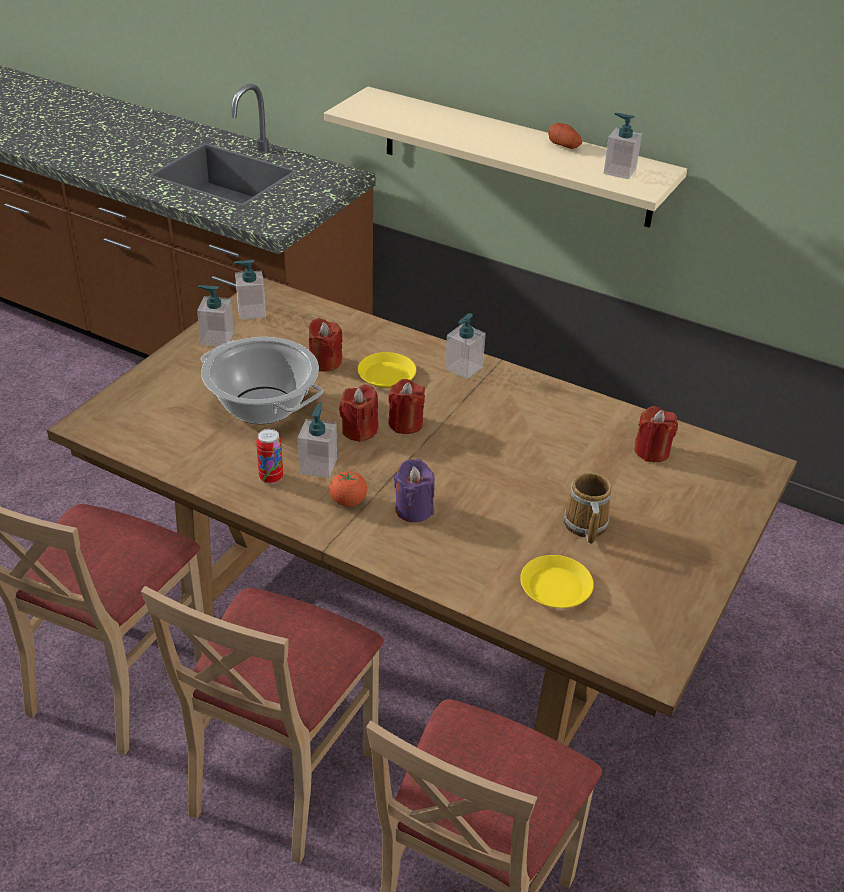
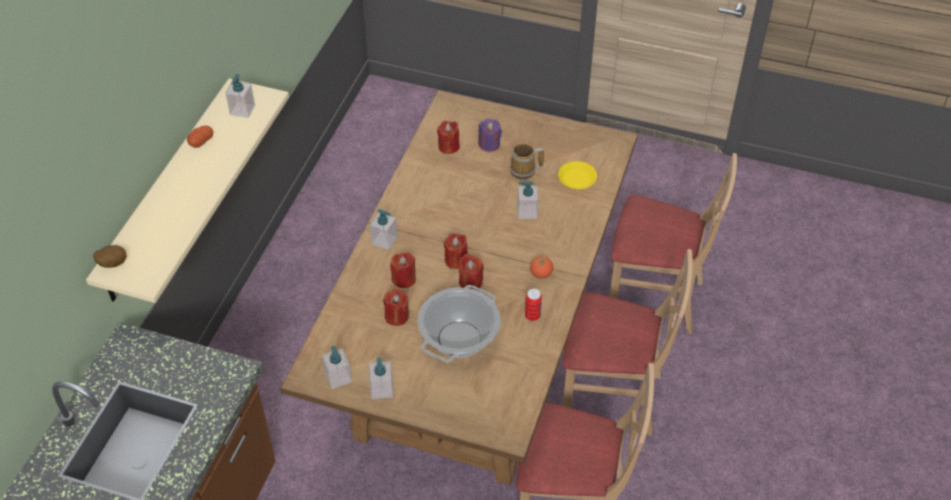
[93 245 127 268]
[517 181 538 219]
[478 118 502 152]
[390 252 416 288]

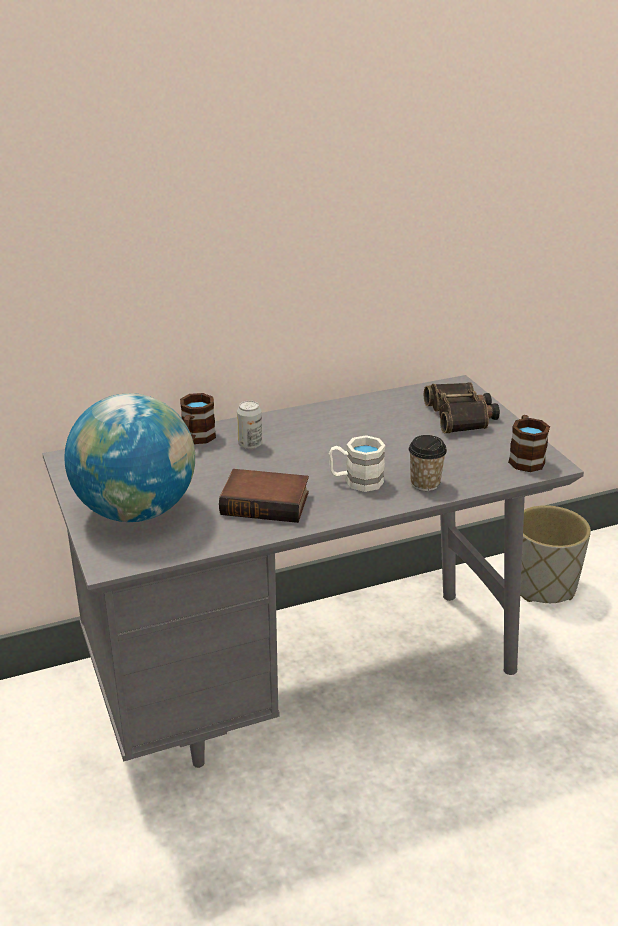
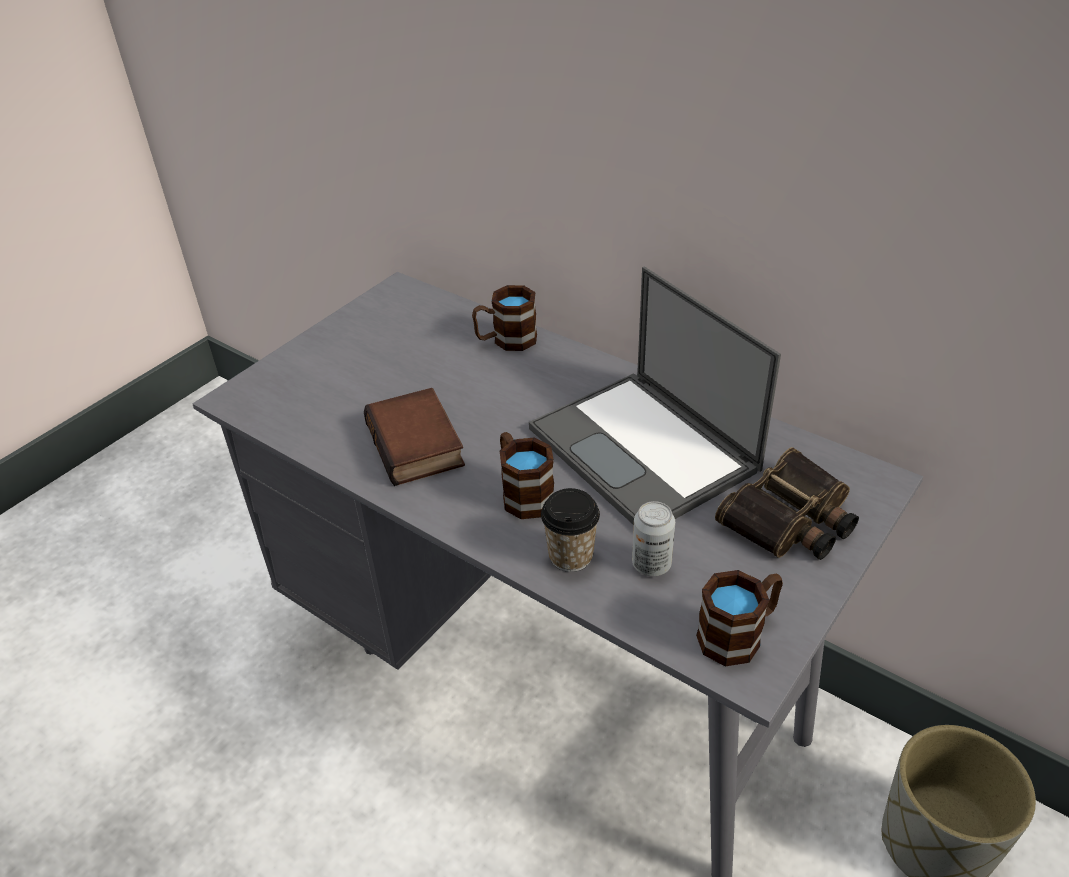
[64 393 195 522] (first image)
[529 267 781 525]
[632 501 675 576]
[500 432 554 519]

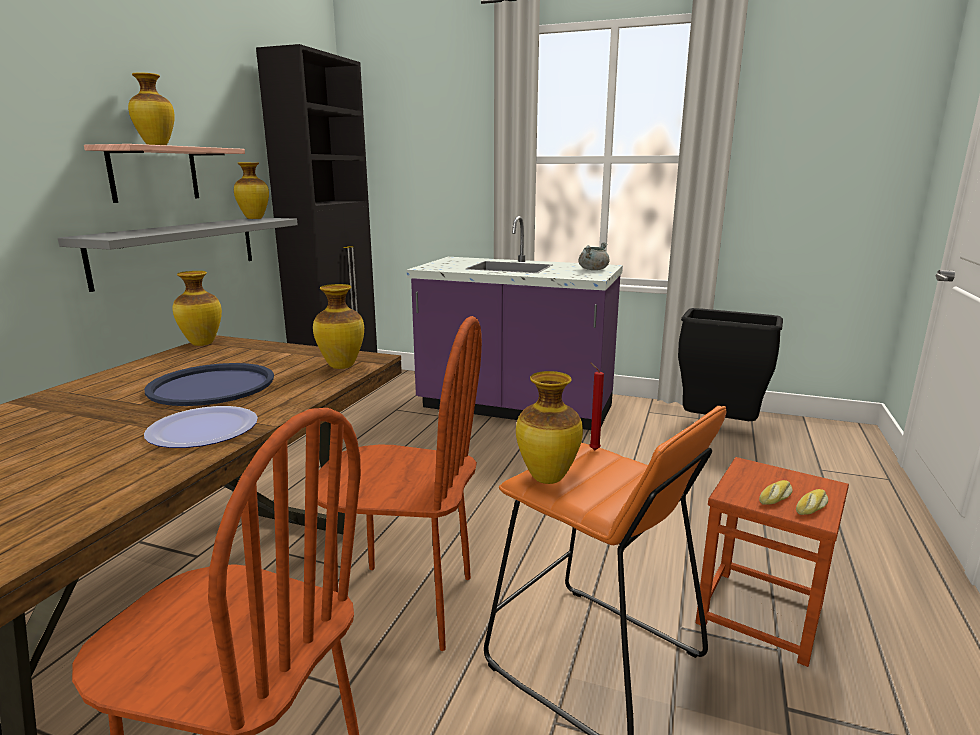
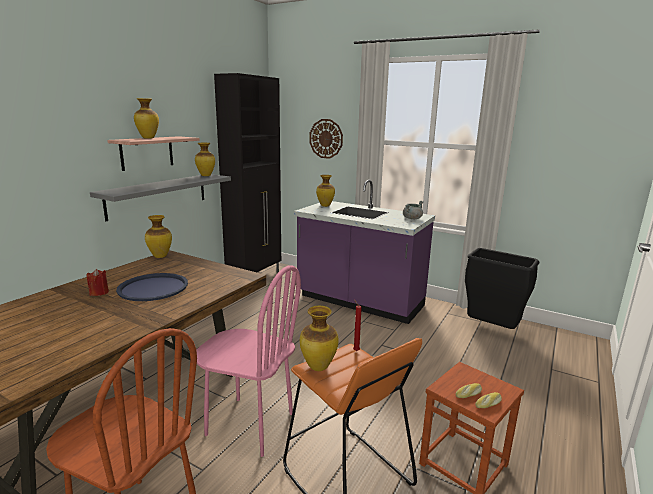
[144 406 258 448] (first image)
[87 269 109 296]
[310 119 343 159]
[316 175 335 207]
[196 265 301 457]

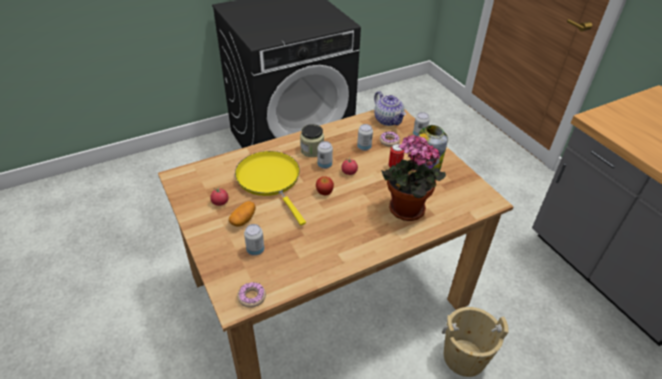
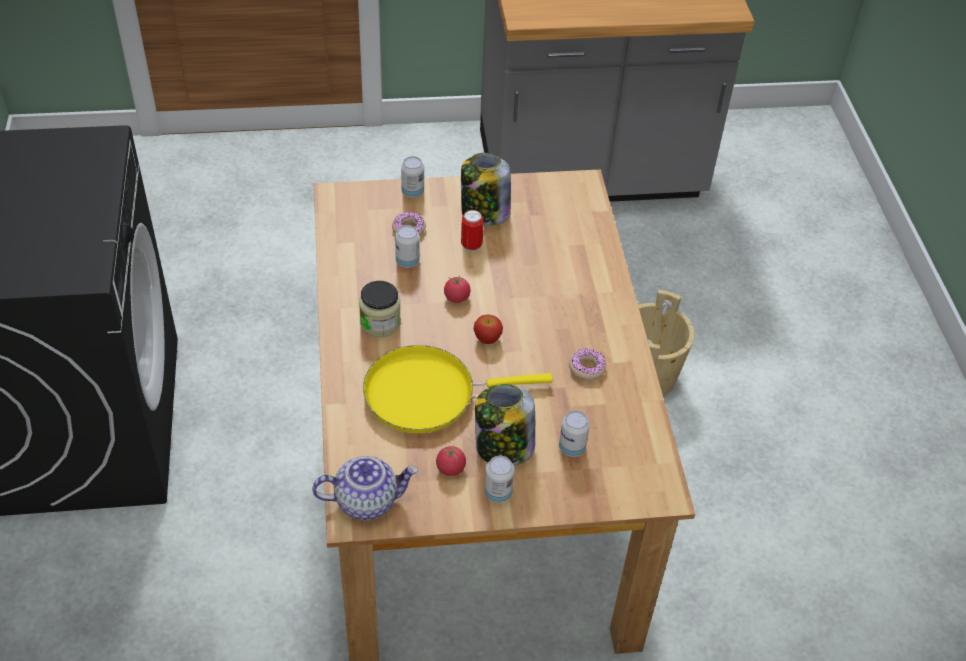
[381 135 446 221] (first image)
[569 348 606 381]
[484 456 515 503]
[312 456 418 520]
[475 384 535 466]

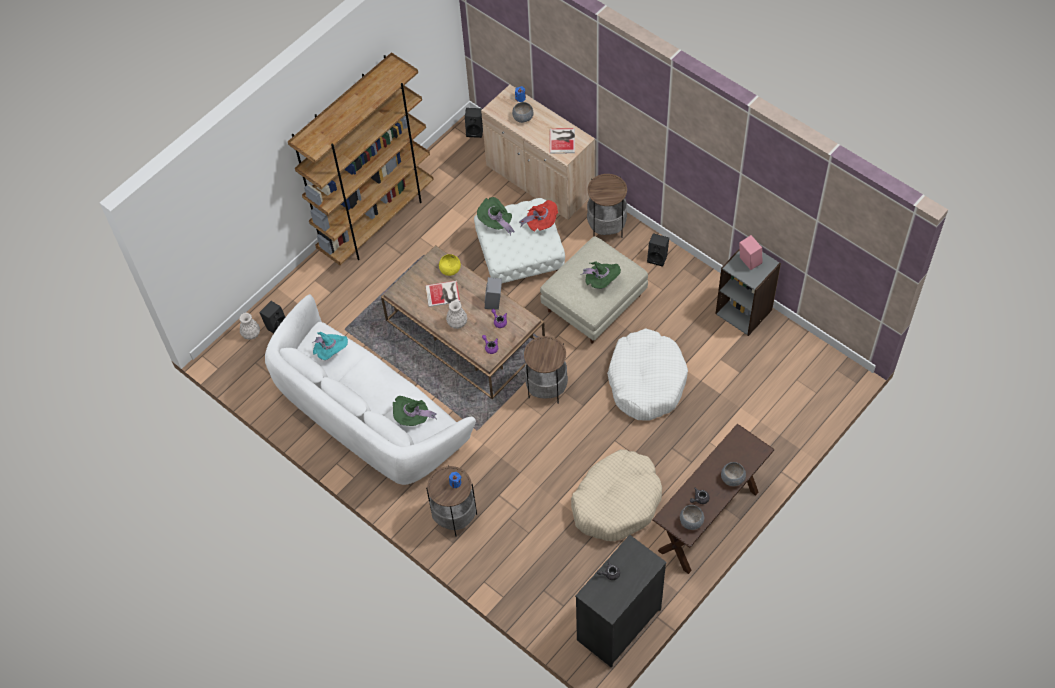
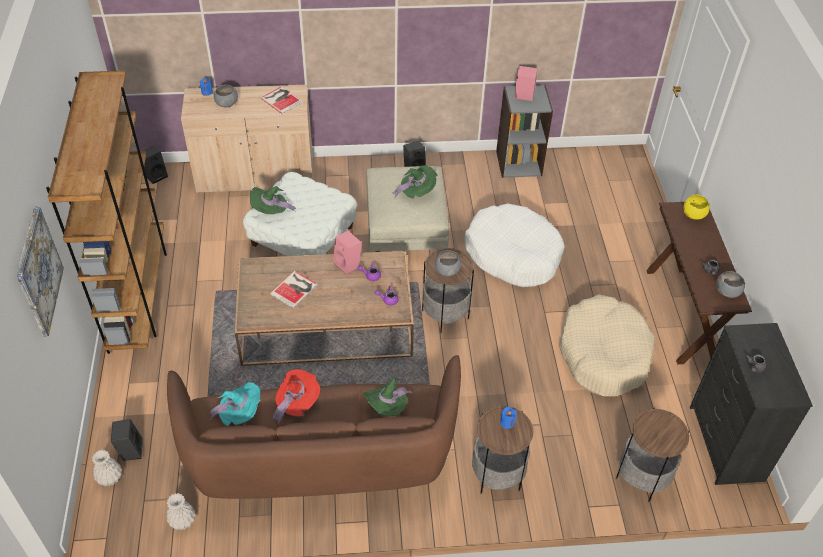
[16 206 64 337]
[683 195 709 220]
[167 493 195 530]
[272 369 320 425]
[616 408 690 502]
[435 250 461 276]
[167 355 461 499]
[333 231 362 275]

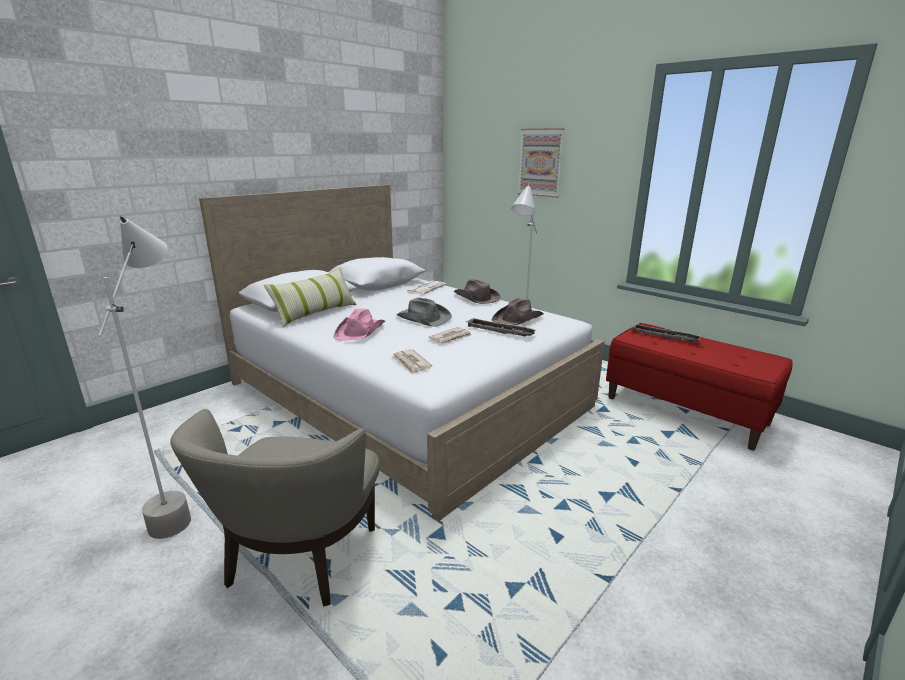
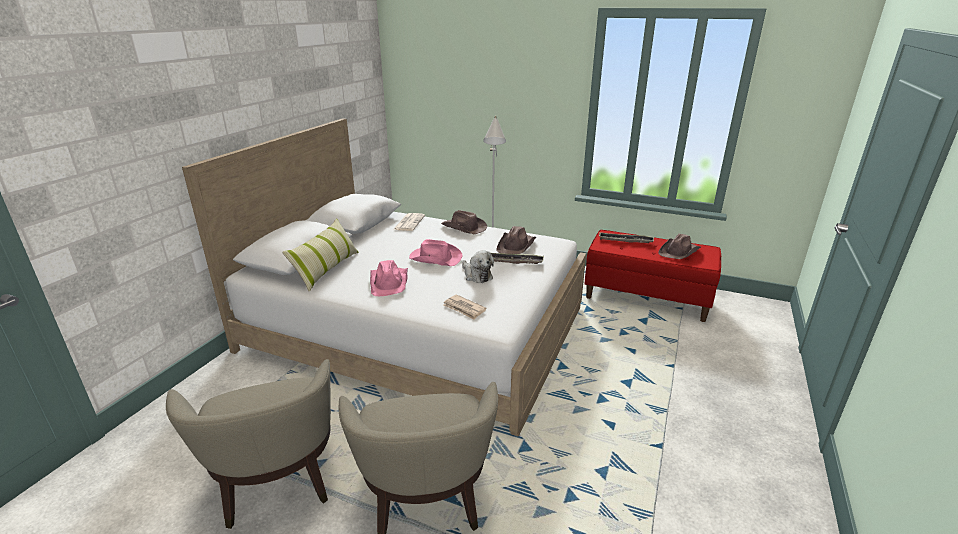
[518 128 565 198] (first image)
[658 234 701 259]
[166 359 331 529]
[462 250 494 283]
[409 239 462 266]

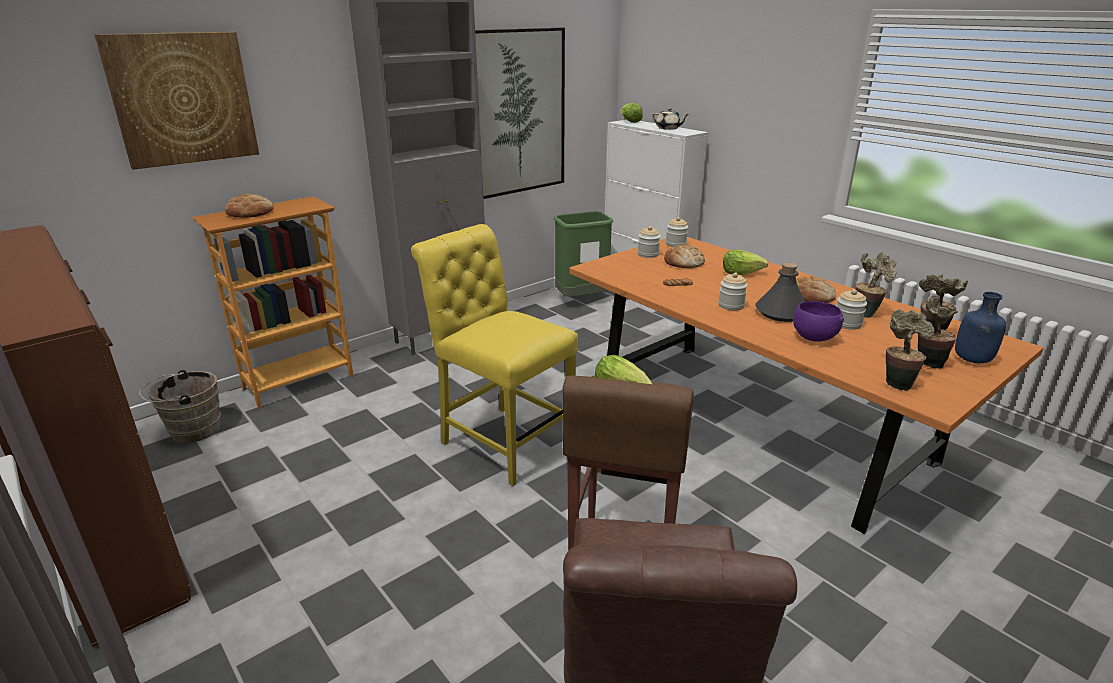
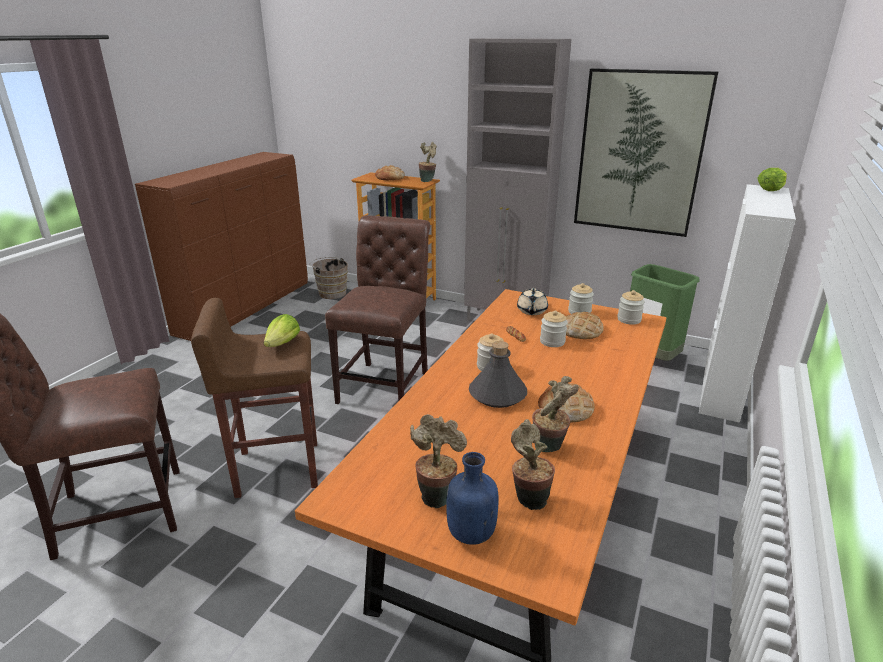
[94 32 259 170] (first image)
[723 249 768 275] (first image)
[793 301 844 342] (first image)
[517 288 548 315]
[540 311 568 347]
[419 142 437 182]
[325 215 430 404]

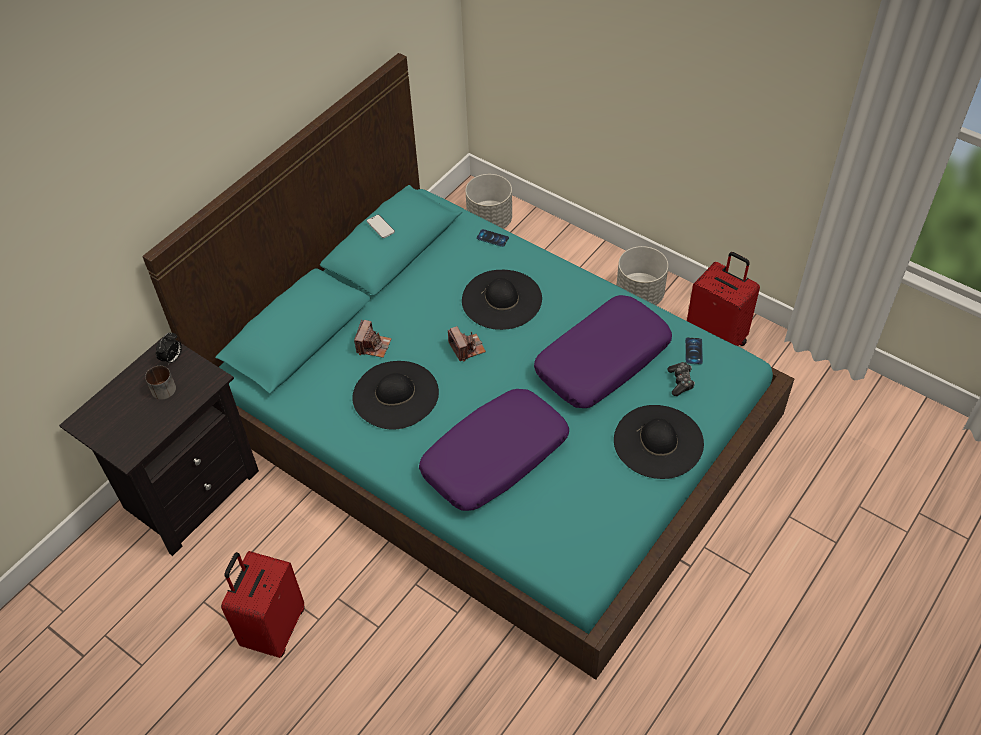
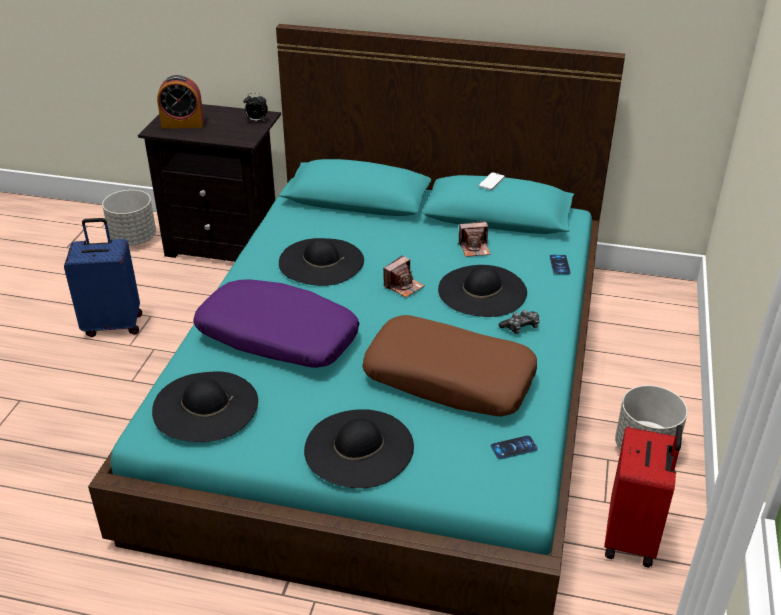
[145 366 176 400] (first image)
[152 371 258 442]
[157 75 204 129]
[458 221 491 257]
[102 190 156 246]
[499 310 539 334]
[64 218 142 337]
[362 315 537 416]

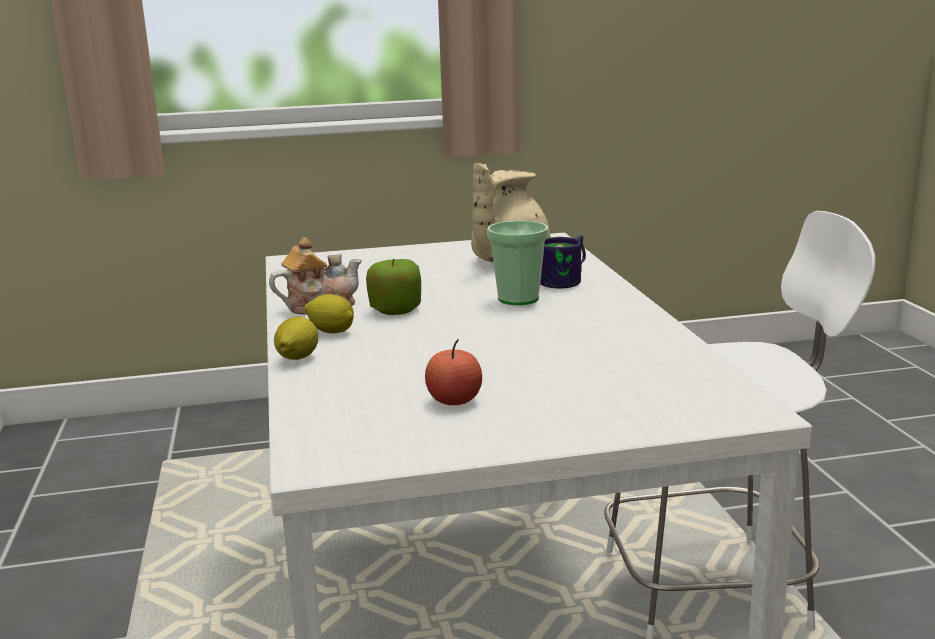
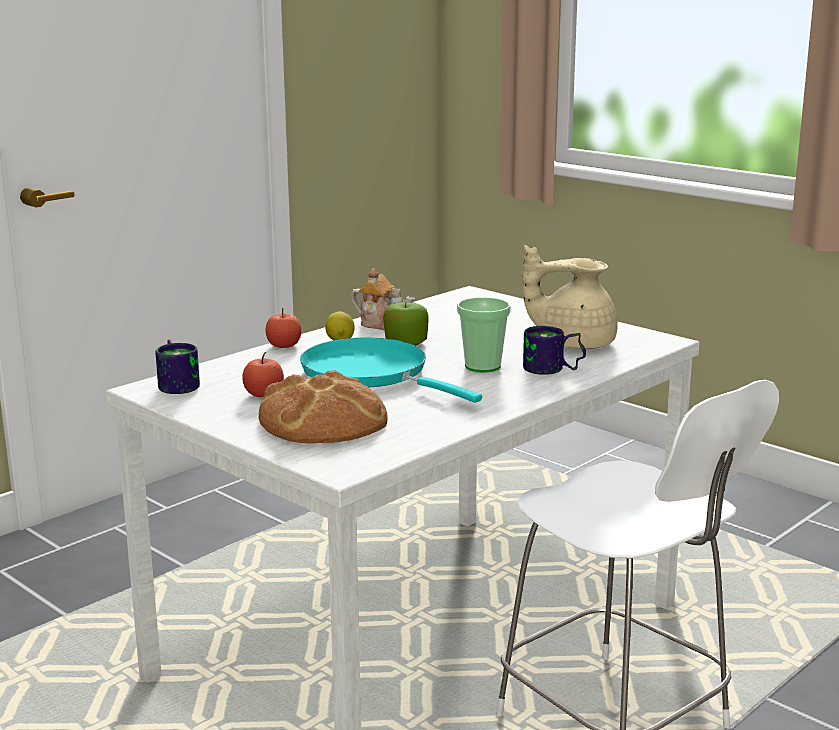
[156 339 200 394]
[259 370 387 444]
[300 338 482 403]
[266 308 301 348]

